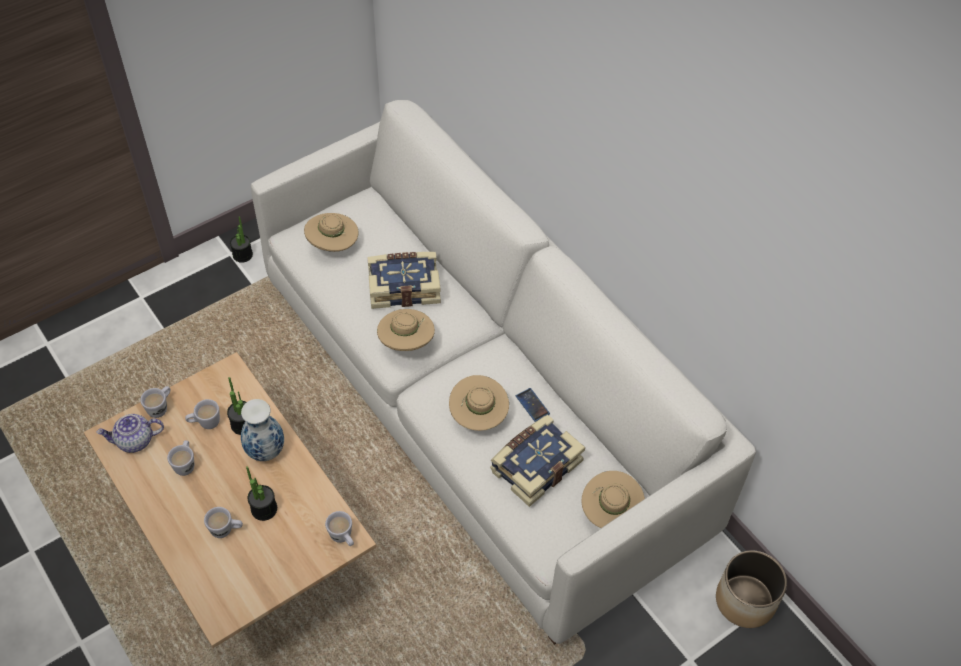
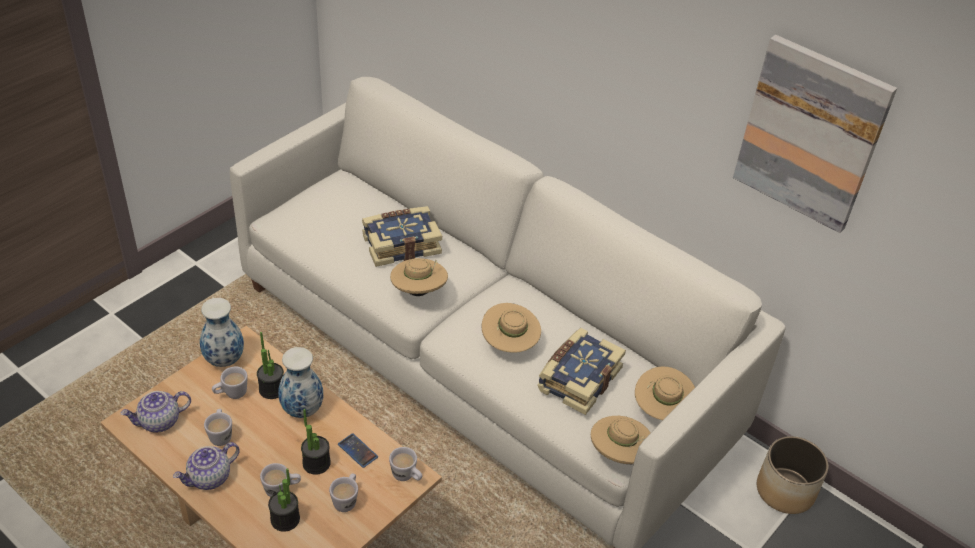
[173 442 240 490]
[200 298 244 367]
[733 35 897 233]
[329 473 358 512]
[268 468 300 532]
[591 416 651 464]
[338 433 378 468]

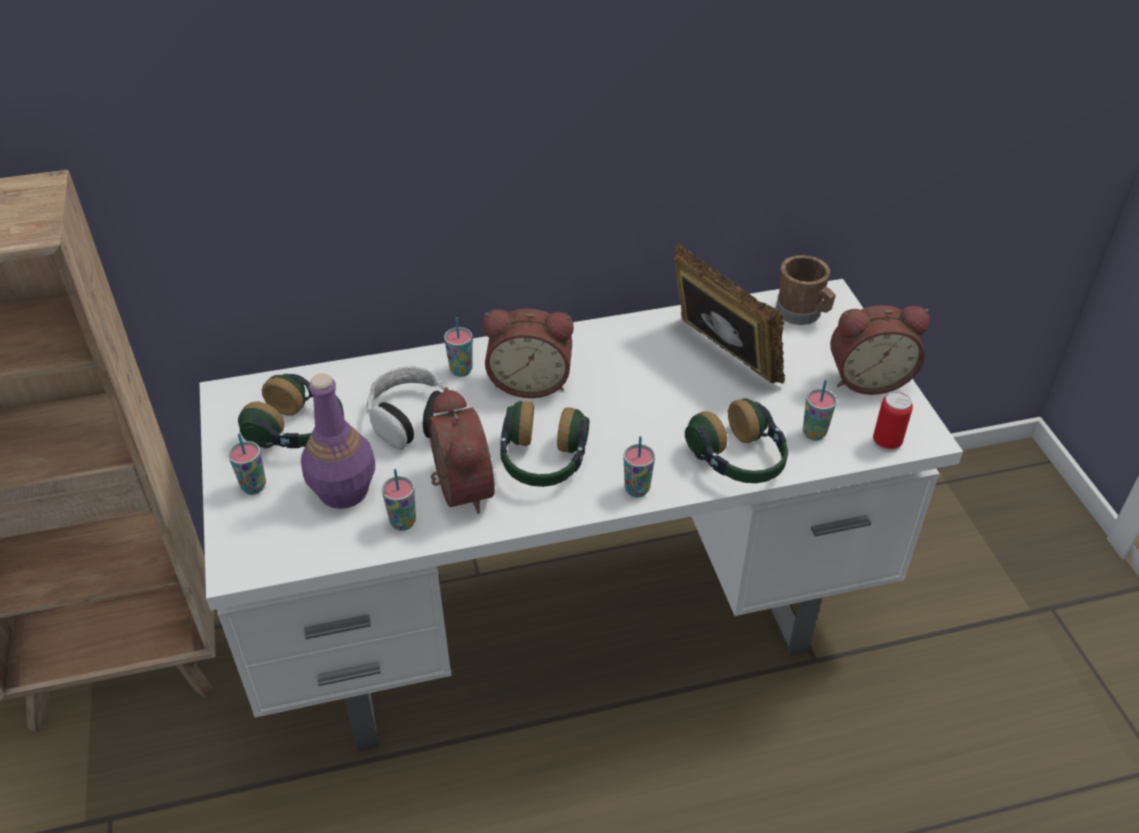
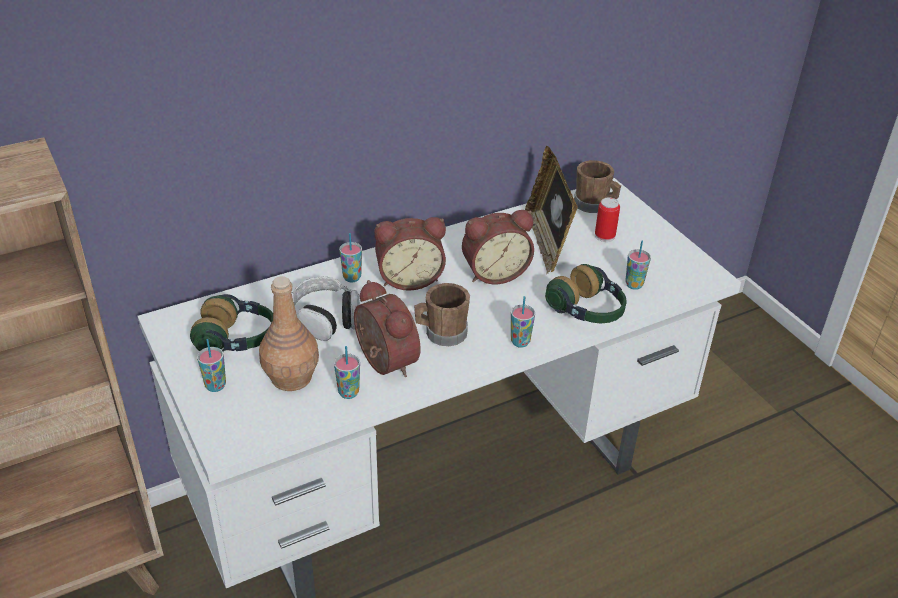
[462 210 534 284]
[595 197 620 242]
[414 283 470 346]
[259 276 319 391]
[525 146 578 274]

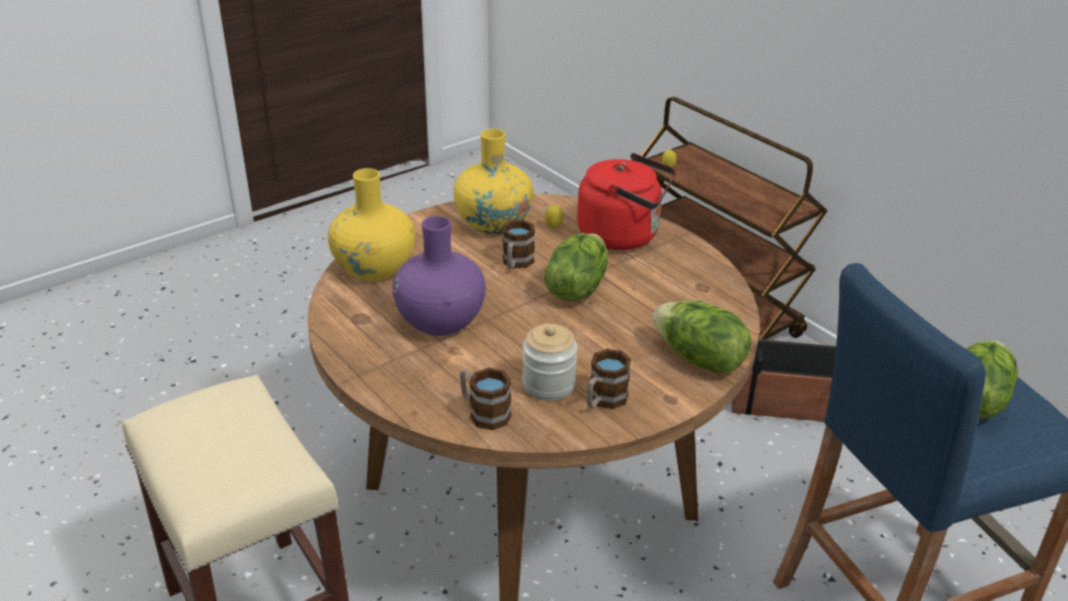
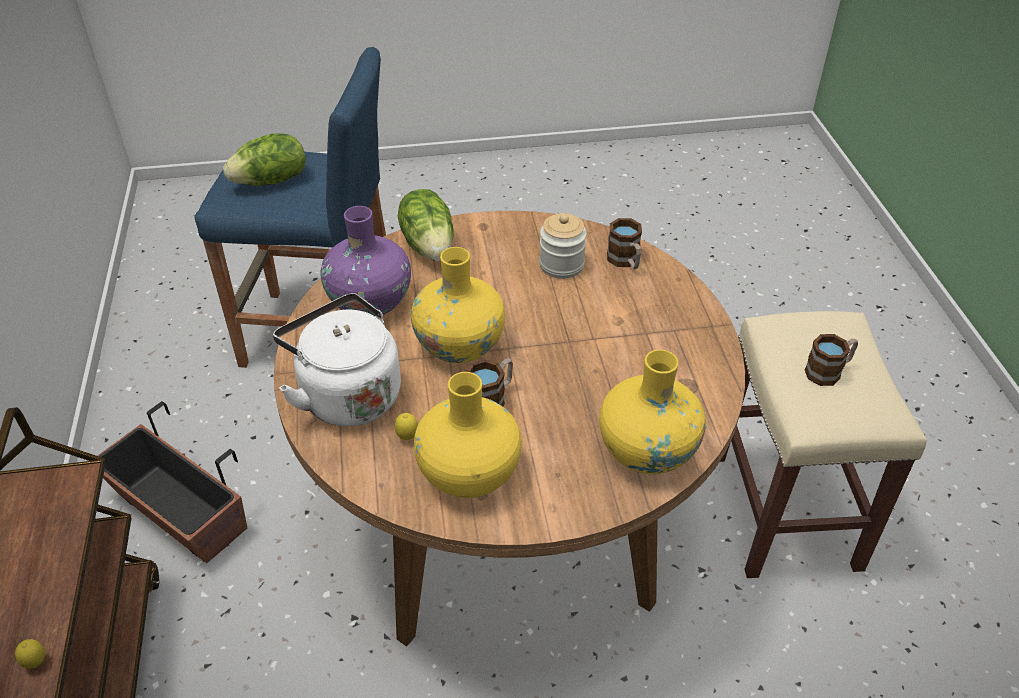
[321 206 411 316]
[804 334 858 386]
[411 247 505 363]
[273 293 401 426]

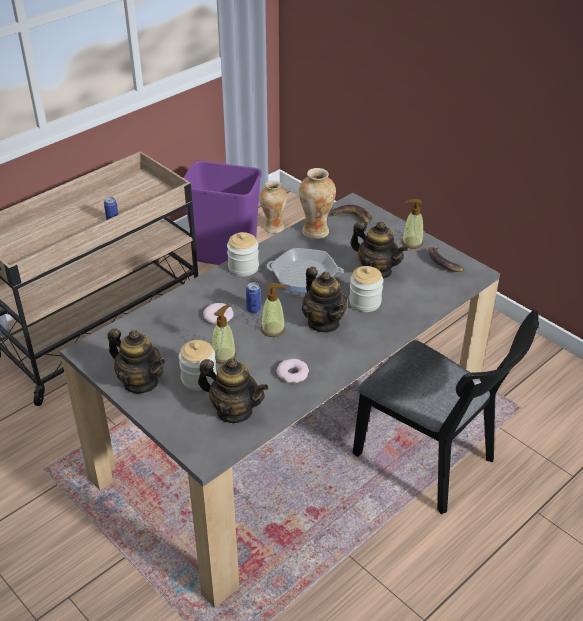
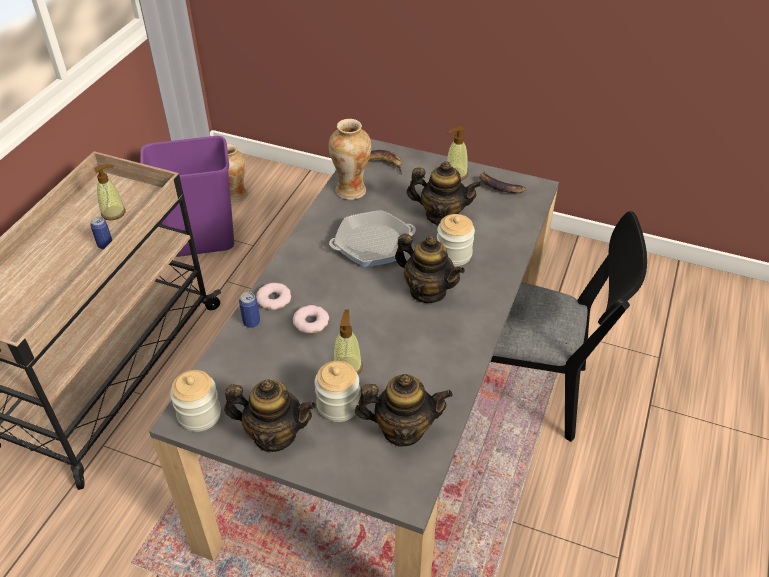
[170 370 221 432]
[239 292 260 328]
[94 164 126 220]
[256 283 291 310]

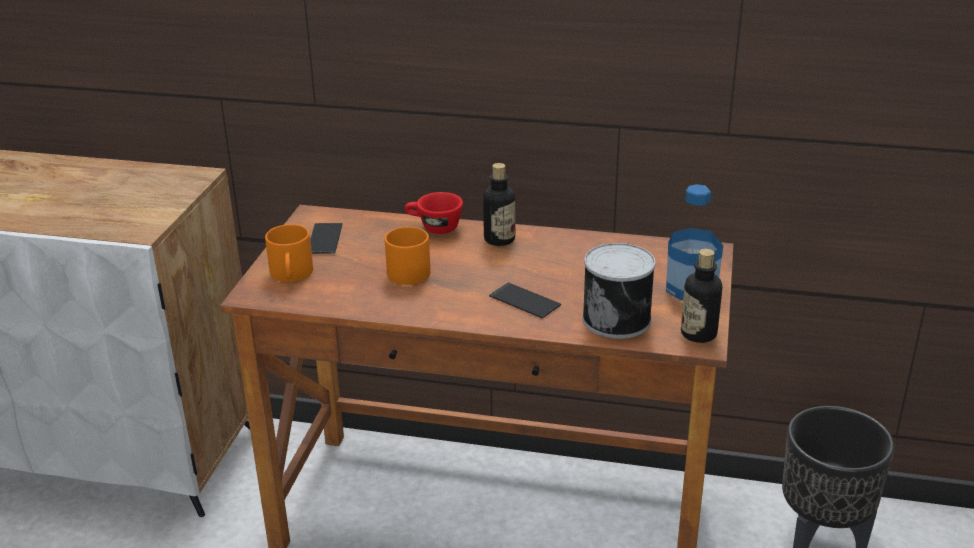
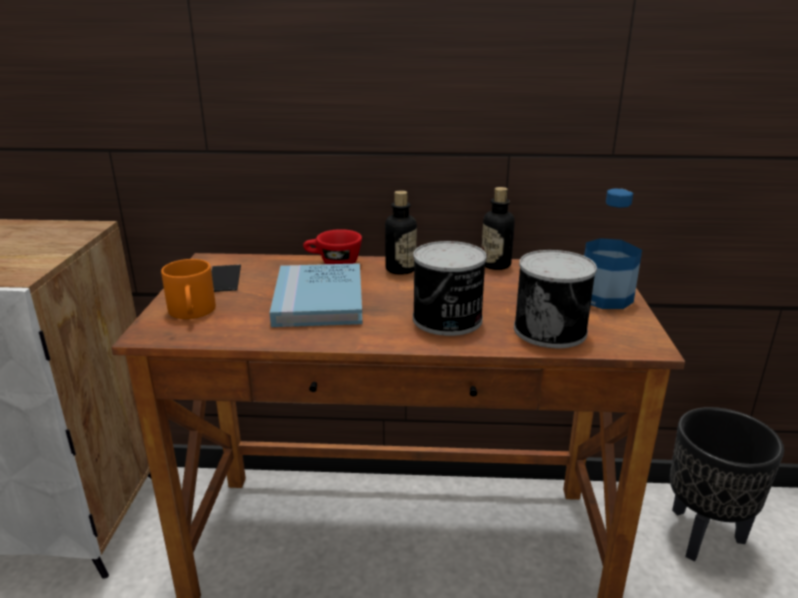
[482 187 515 270]
[270 263 363 327]
[413 241 487 336]

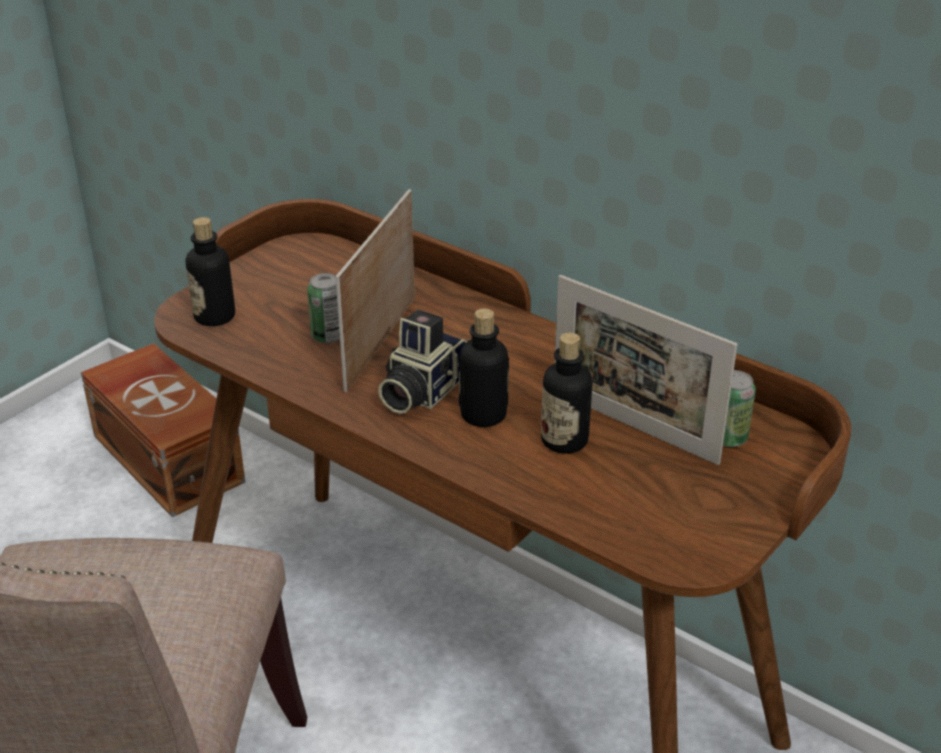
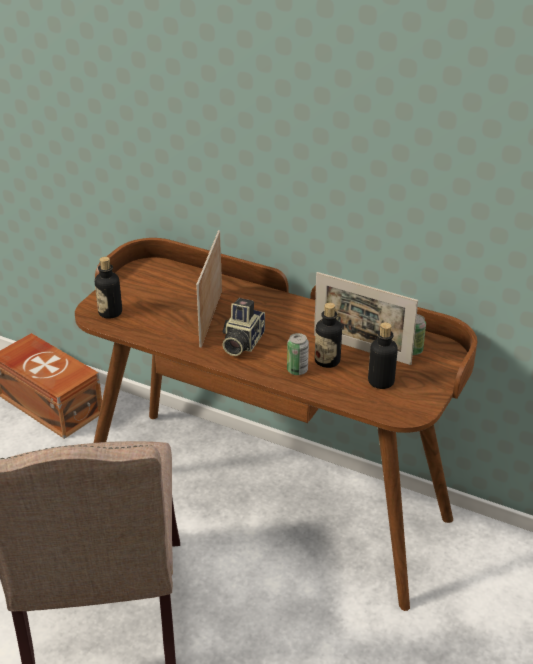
[287 333 309 375]
[368 322 398 389]

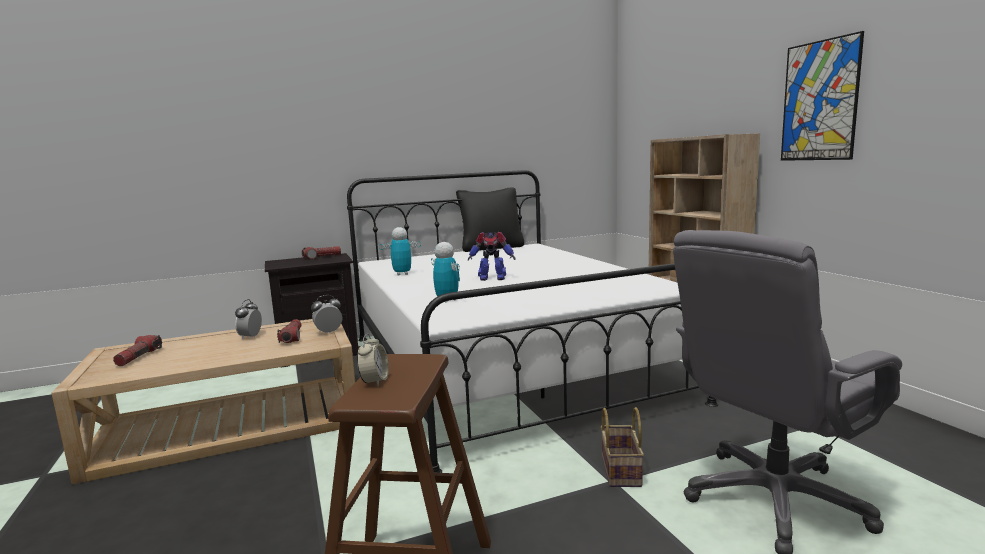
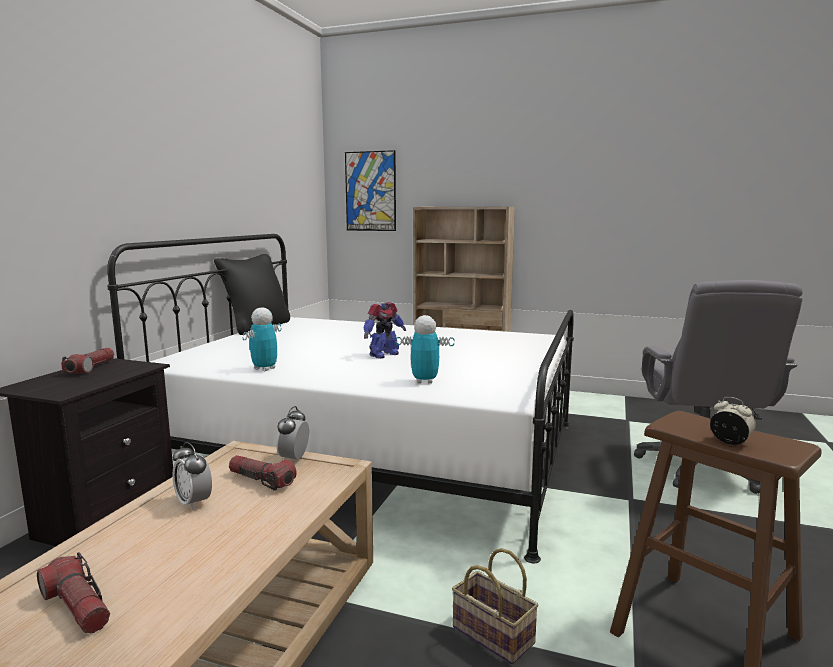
[452 548 539 665]
[345 150 396 231]

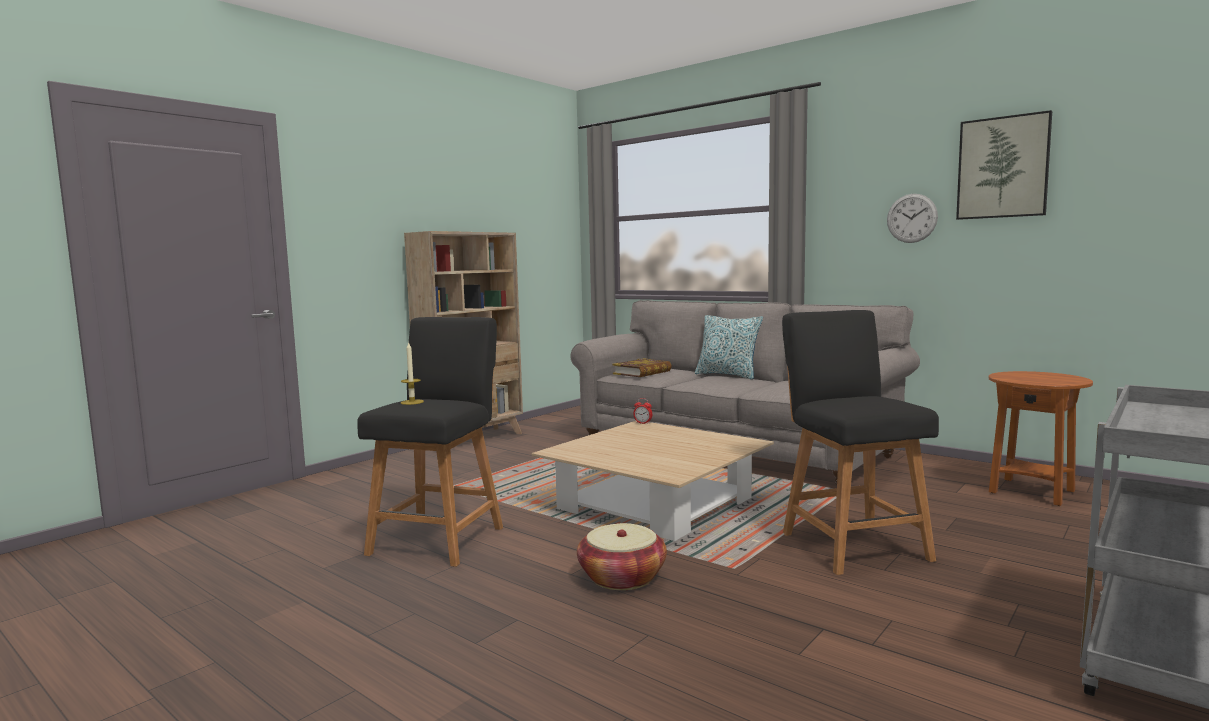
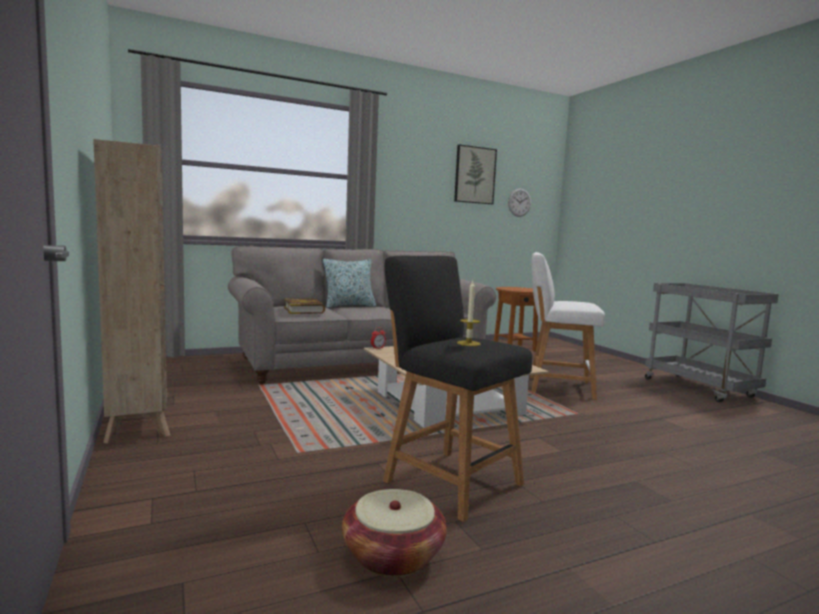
[342 489 447 577]
[508 188 531 217]
[530 252 605 400]

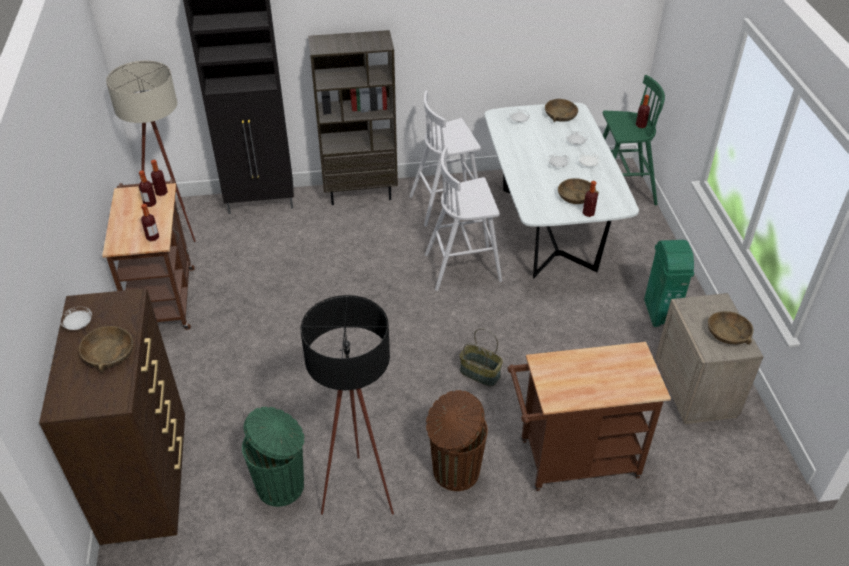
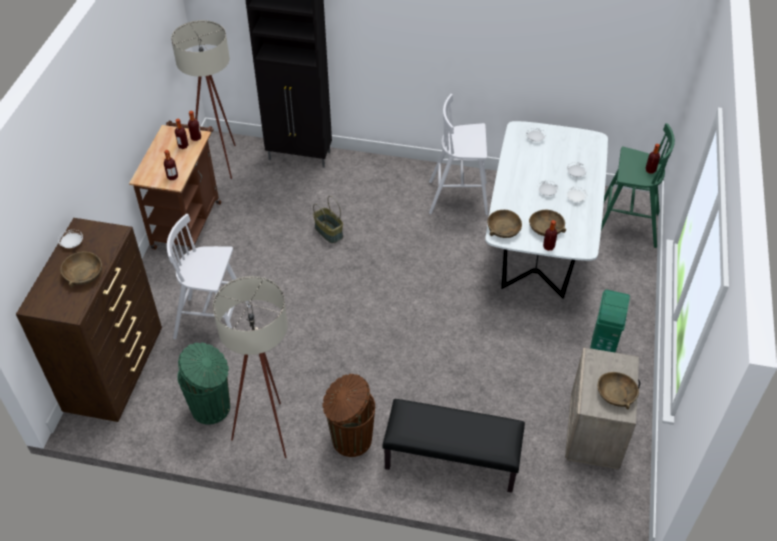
[308 30 398 205] (first image)
[167 214 251 339]
[313 196 343 244]
[487 210 522 238]
[382 399 525 493]
[213 276 288 458]

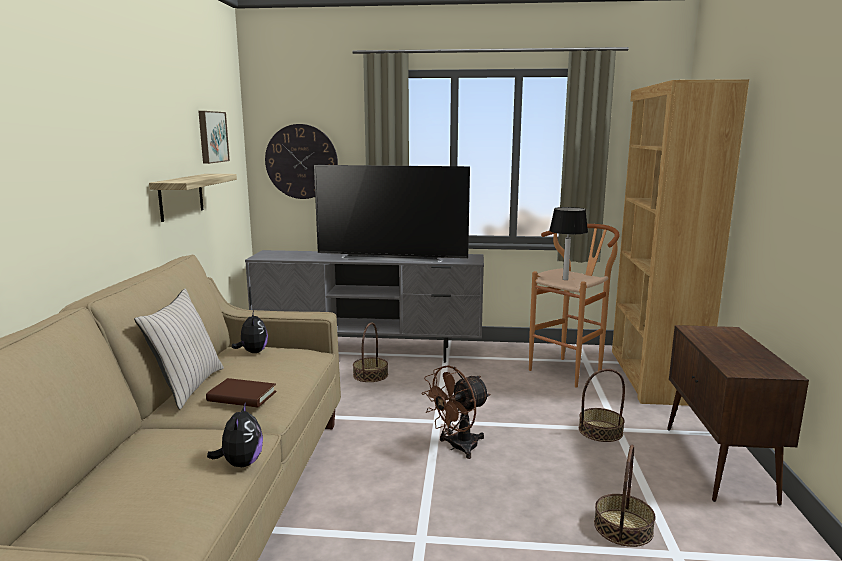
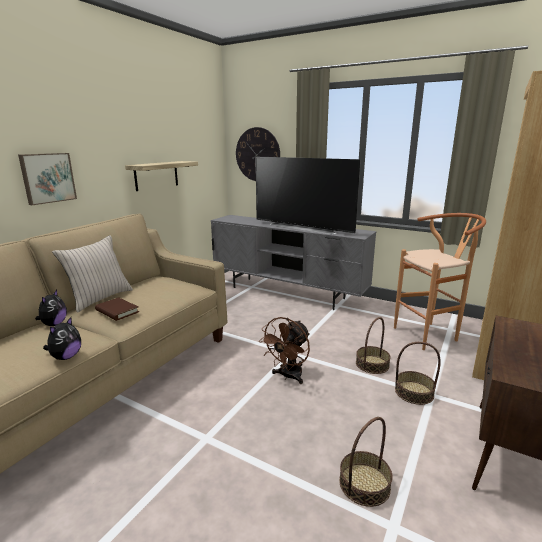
[549 207 588 280] (first image)
[18 153 77 205]
[35 290 67 326]
[356 317 391 374]
[259 317 310 384]

